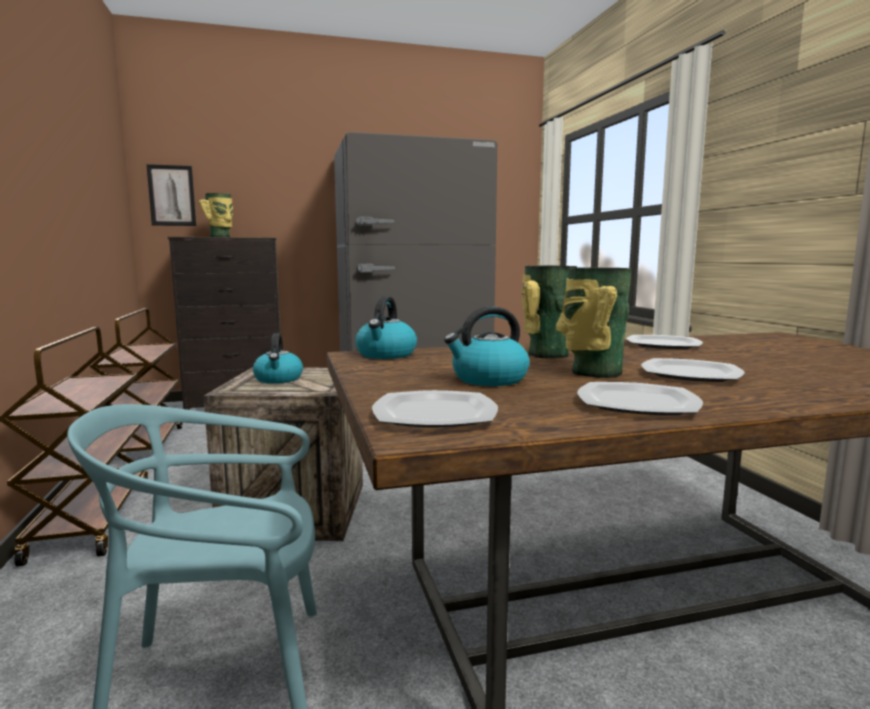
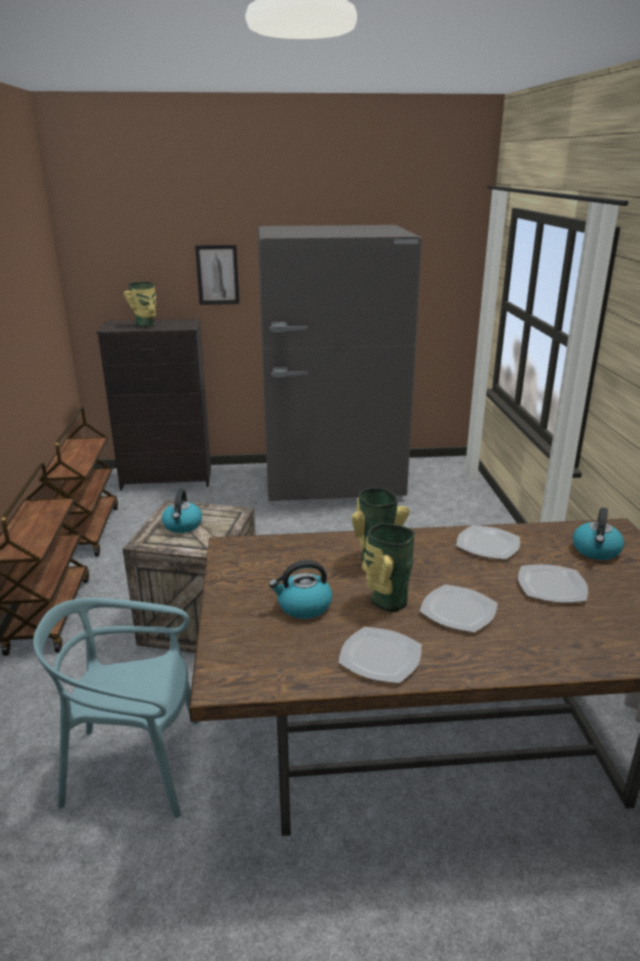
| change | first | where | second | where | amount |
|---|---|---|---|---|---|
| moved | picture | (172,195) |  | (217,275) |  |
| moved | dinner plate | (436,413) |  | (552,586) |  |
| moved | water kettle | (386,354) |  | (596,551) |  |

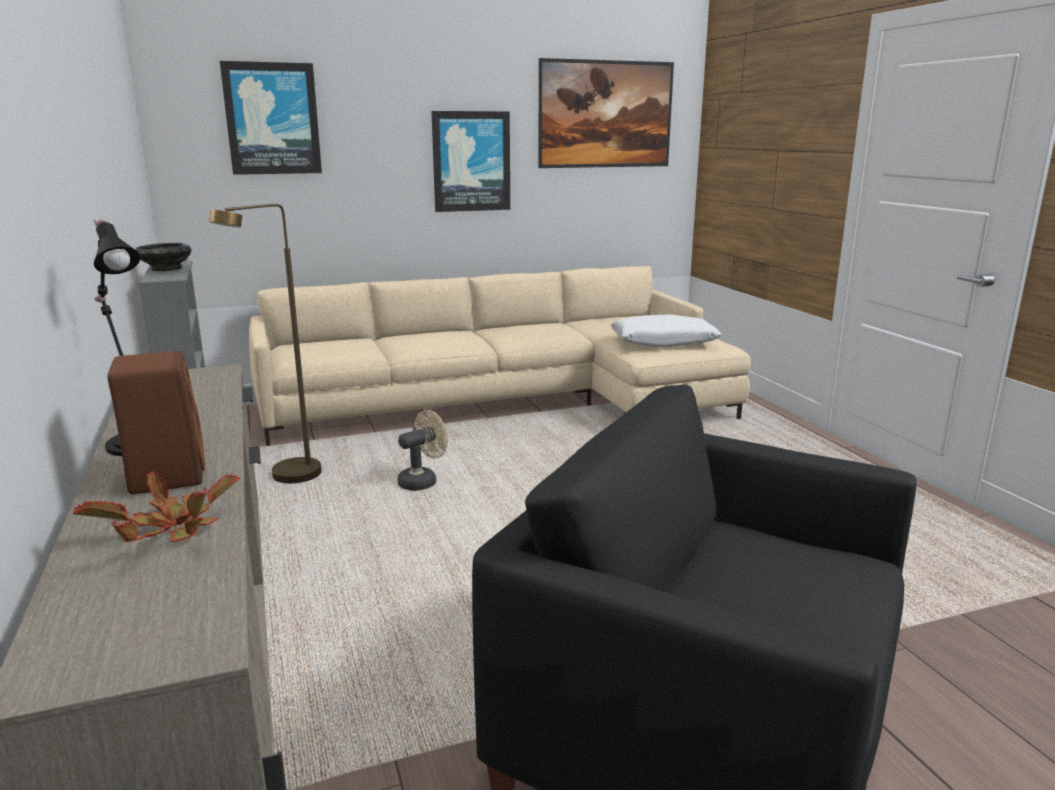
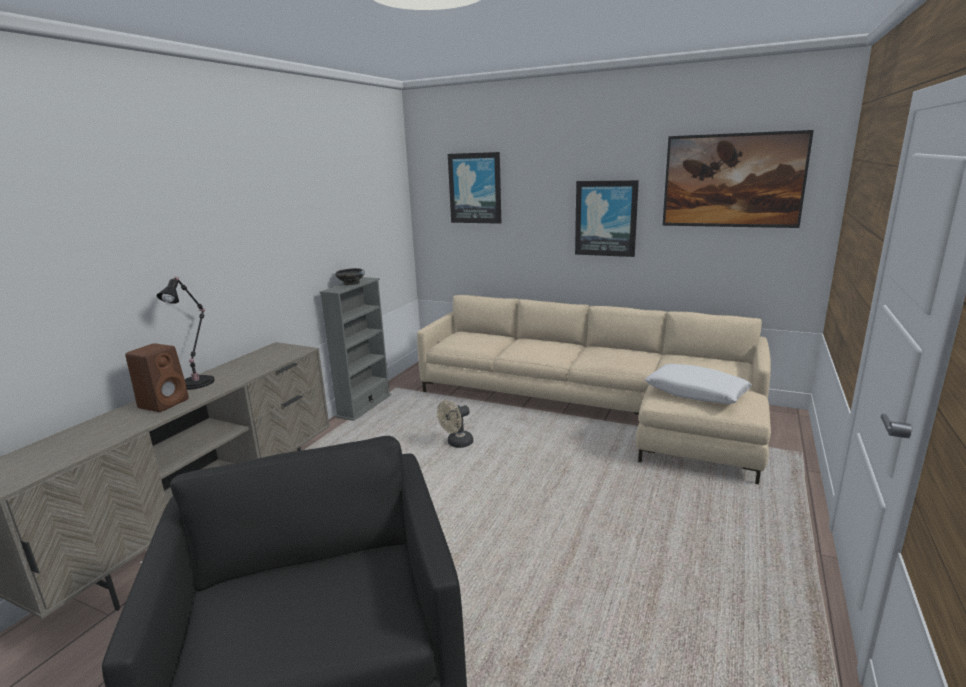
| change | first | where | second | where | amount |
|---|---|---|---|---|---|
| turned | beige cooling fan | (423,481) |  | (457,444) | 135 degrees clockwise |
| removed | plant in a pot | (171,530) |  |  |  |
| removed | brown floor lamp | (288,479) |  |  |  |

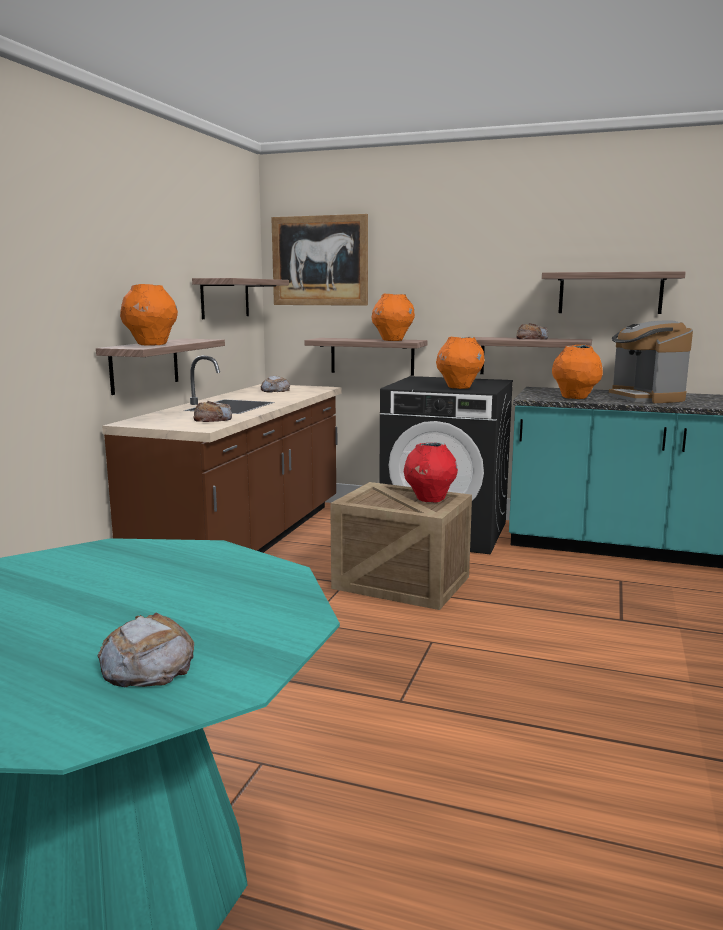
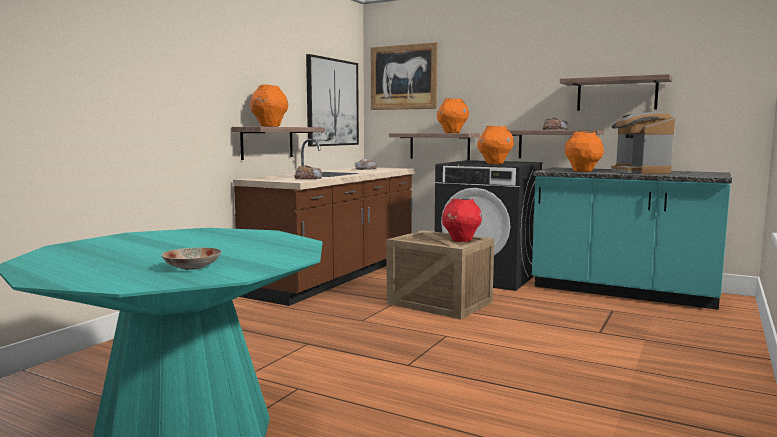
| change | first | where | second | where | amount |
|---|---|---|---|---|---|
| replaced | bread | (147,664) | dinner plate | (191,267) |  |
| replaced | shelf | (225,298) | picture | (332,102) |  |

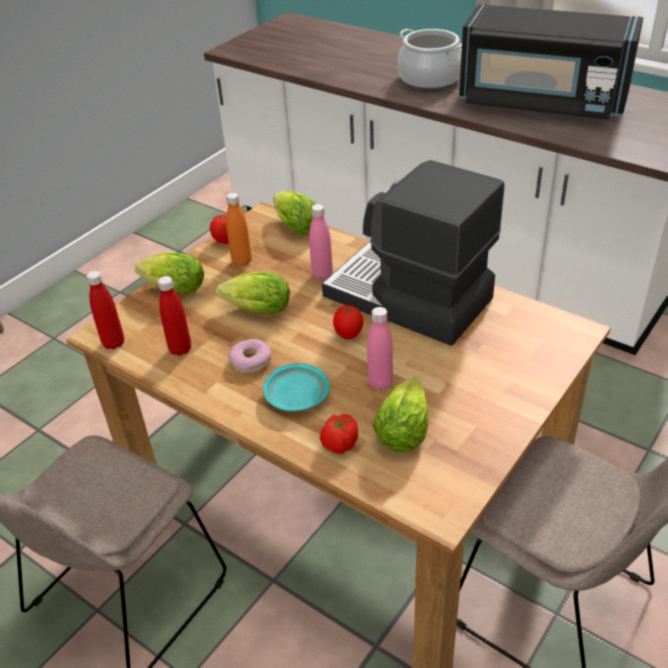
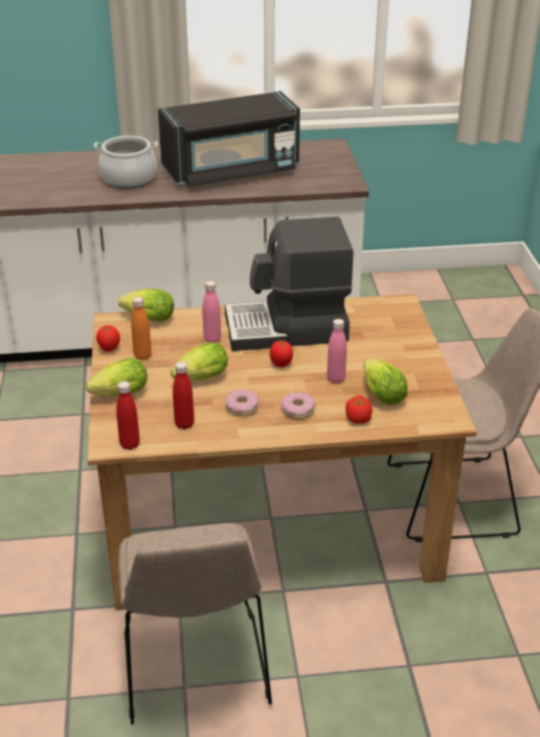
| change | first | where | second | where | amount |
|---|---|---|---|---|---|
| replaced | turquoise-coloured dinner plate | (296,396) | ring doughnut | (298,410) |  |

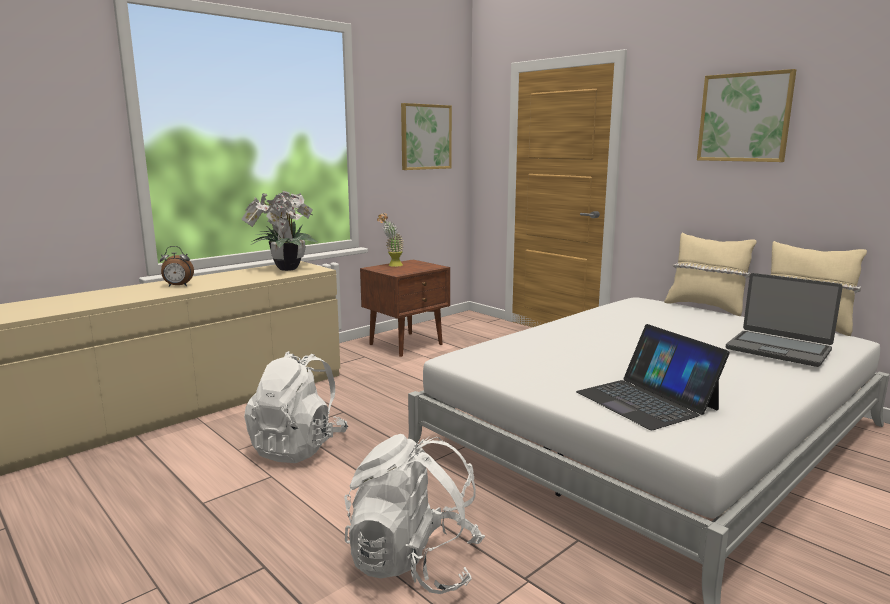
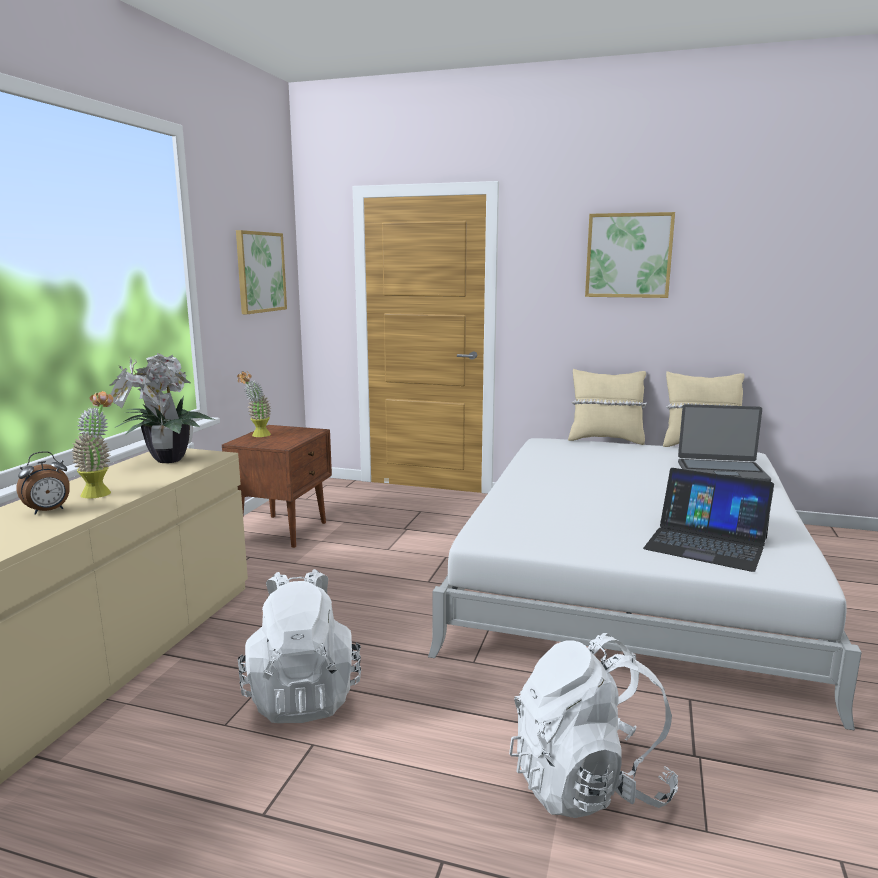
| change | first | where | second | where | amount |
|---|---|---|---|---|---|
| added |  |  | plant in a pot | (101,491) |  |

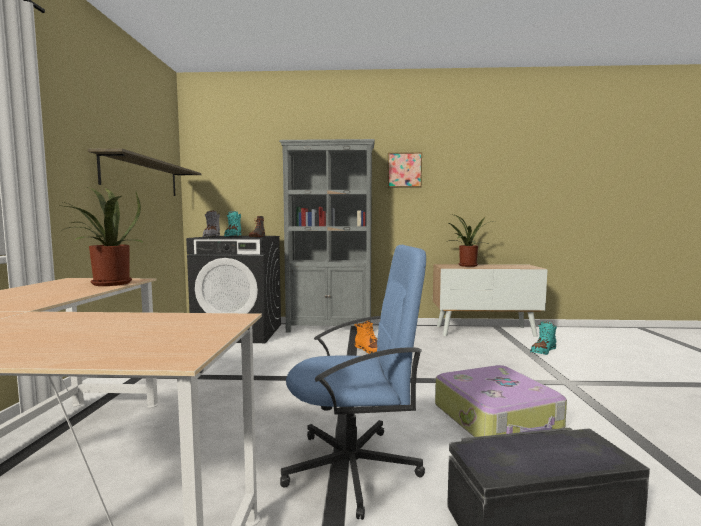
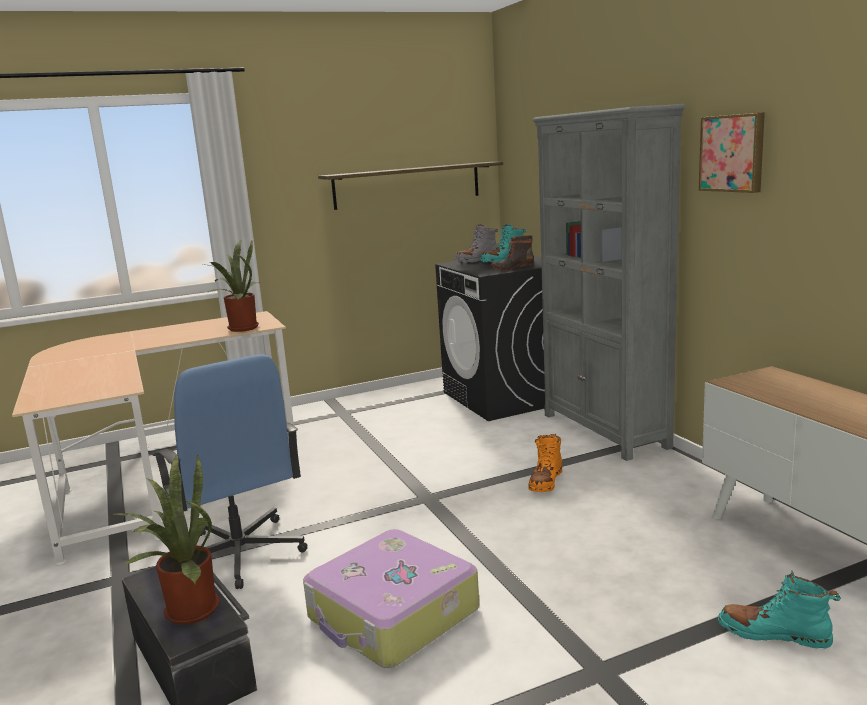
| change | first | where | second | where | amount |
|---|---|---|---|---|---|
| moved | plant in a pot | (467,266) |  | (186,610) |  |

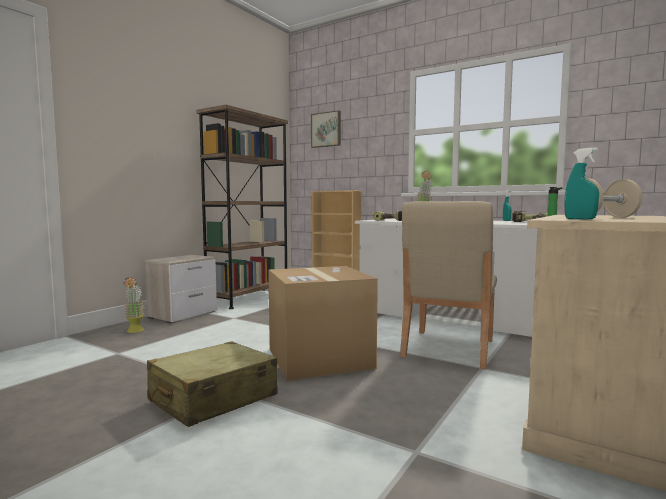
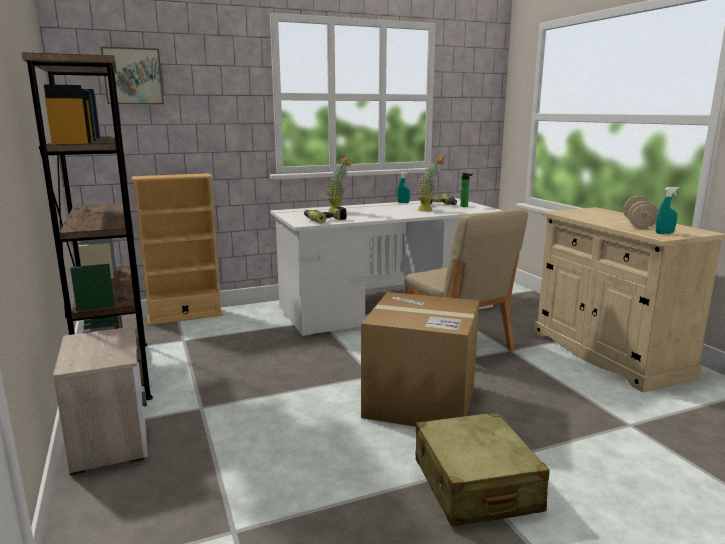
| change | first | where | second | where | amount |
|---|---|---|---|---|---|
| moved | plant in a pot | (135,331) |  | (429,210) |  |

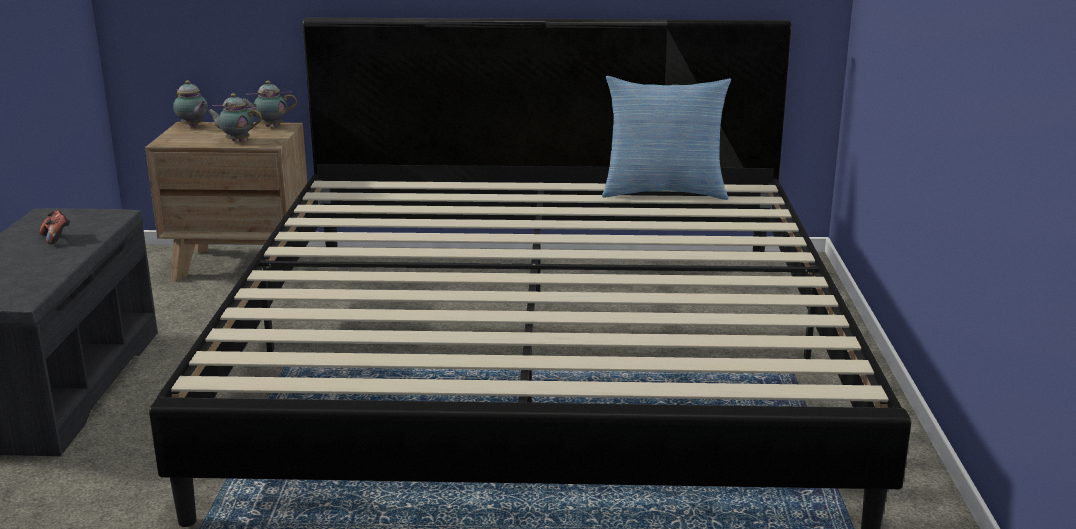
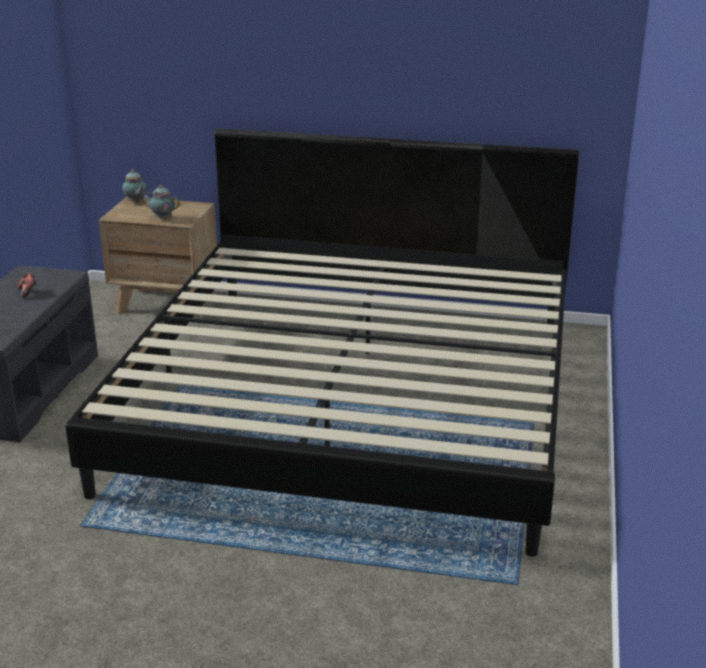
| change | first | where | second | where | amount |
|---|---|---|---|---|---|
| removed | tea pot | (270,126) |  |  |  |
| removed | cushion | (663,192) |  |  |  |

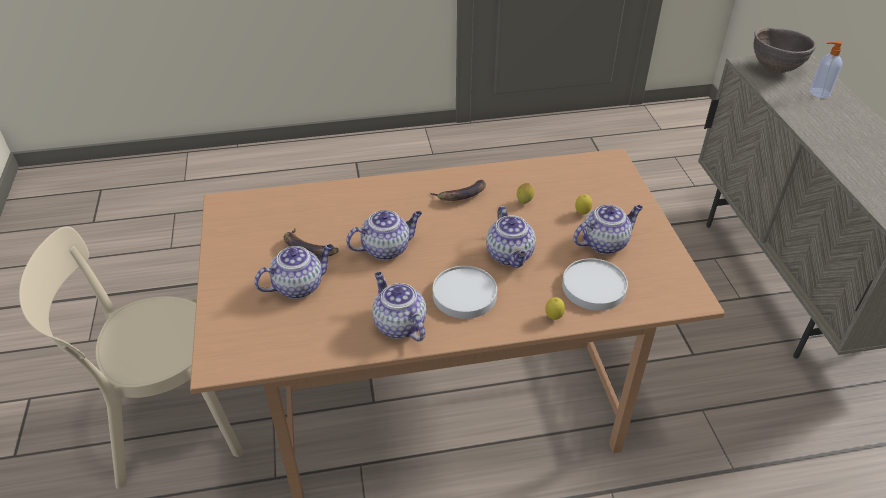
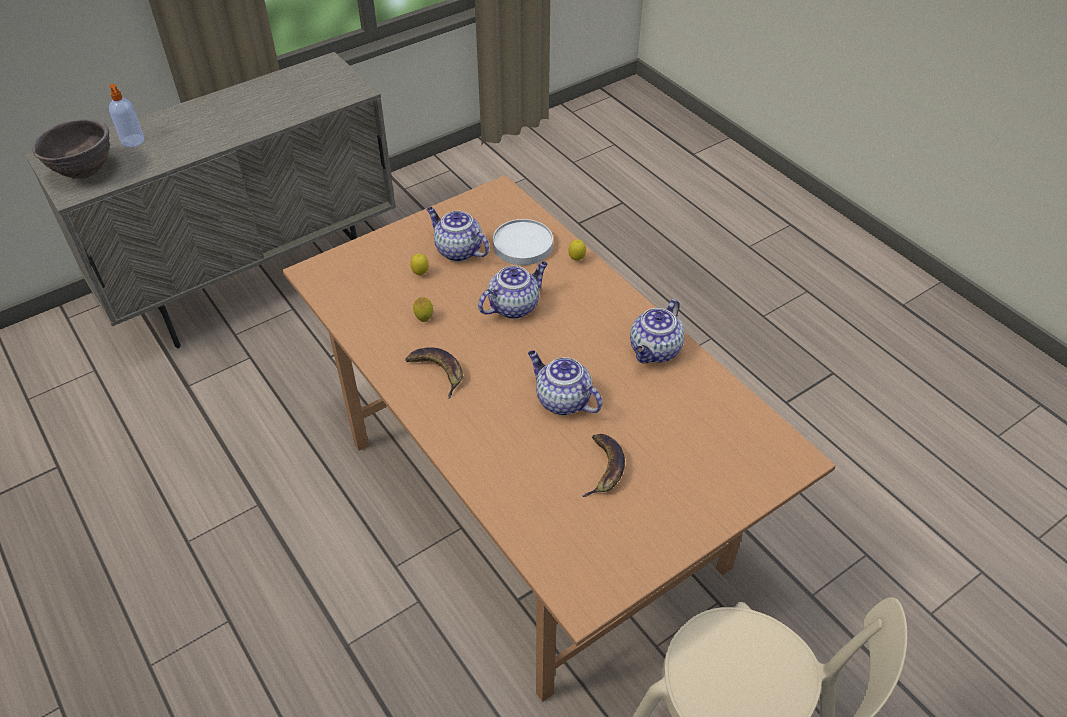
| change | first | where | second | where | amount |
|---|---|---|---|---|---|
| removed | tea pot | (299,285) |  |  |  |
| removed | whitish dinner plate | (464,295) |  |  |  |

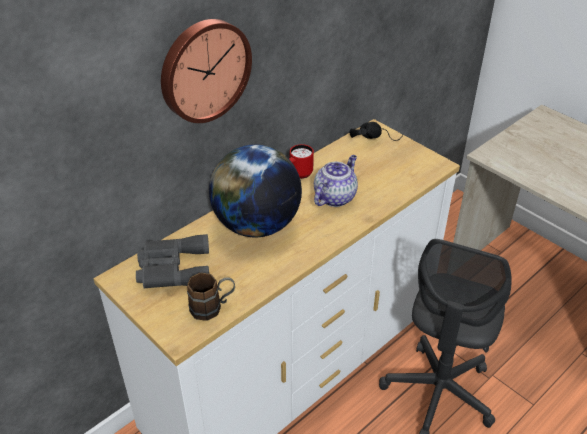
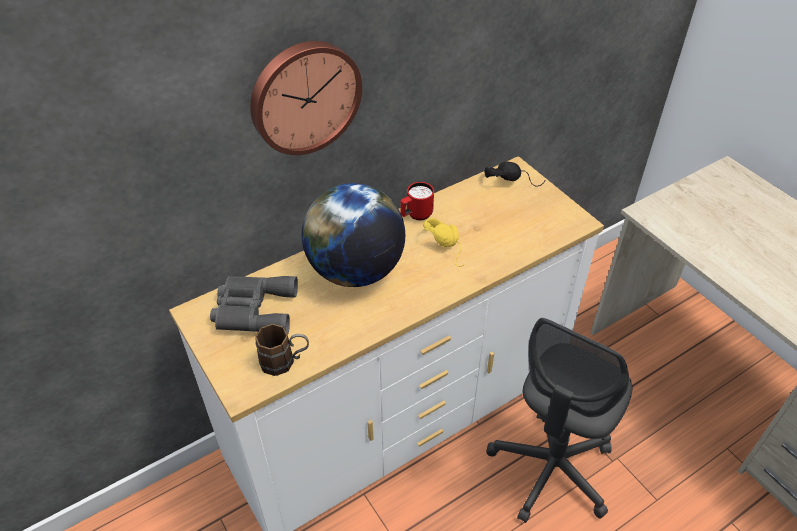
| change | first | where | second | where | amount |
|---|---|---|---|---|---|
| replaced | tea pot | (335,197) | yellow-coloured pair of headphones | (450,247) |  |

